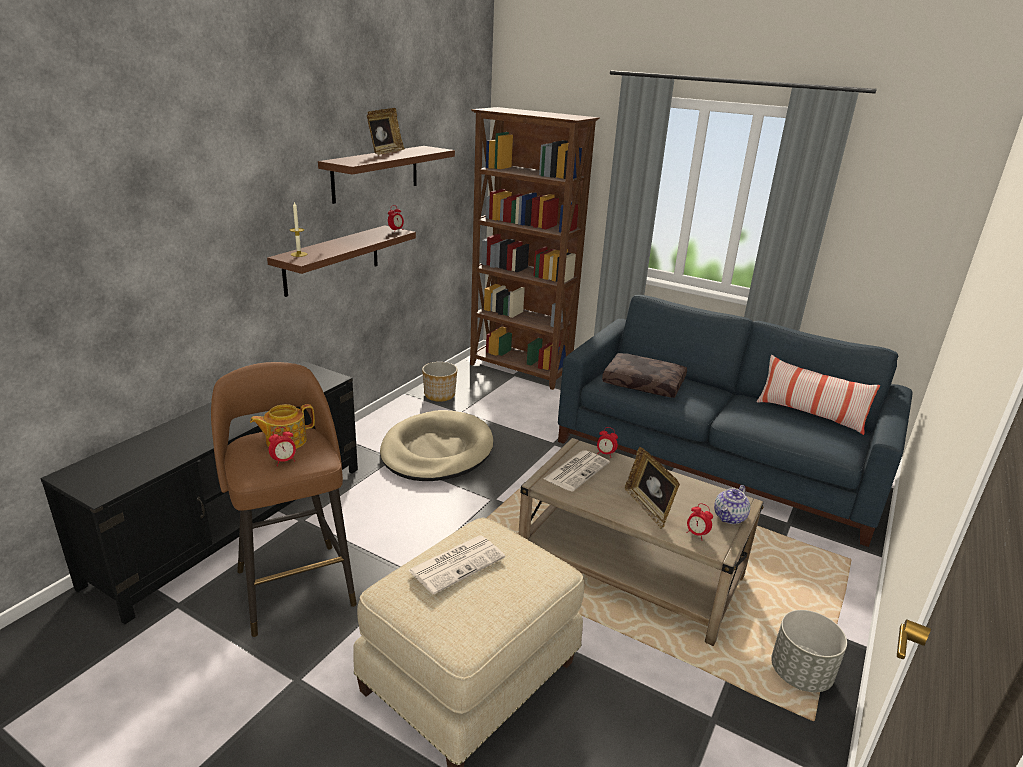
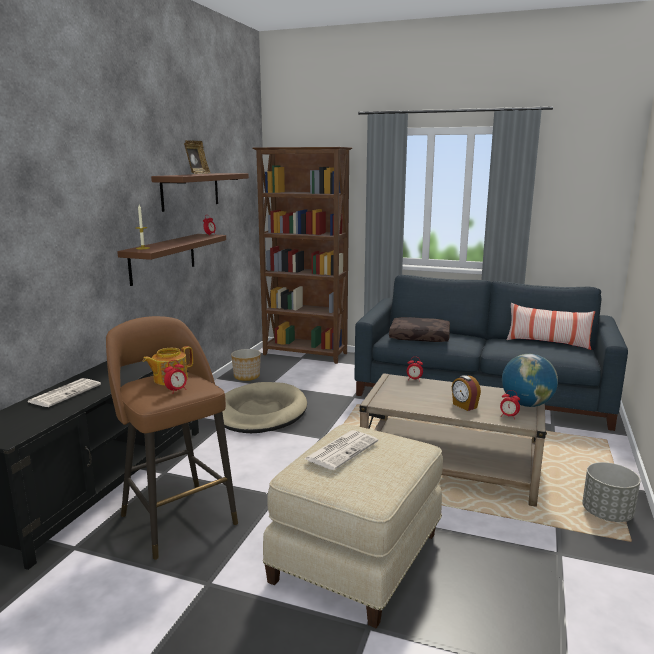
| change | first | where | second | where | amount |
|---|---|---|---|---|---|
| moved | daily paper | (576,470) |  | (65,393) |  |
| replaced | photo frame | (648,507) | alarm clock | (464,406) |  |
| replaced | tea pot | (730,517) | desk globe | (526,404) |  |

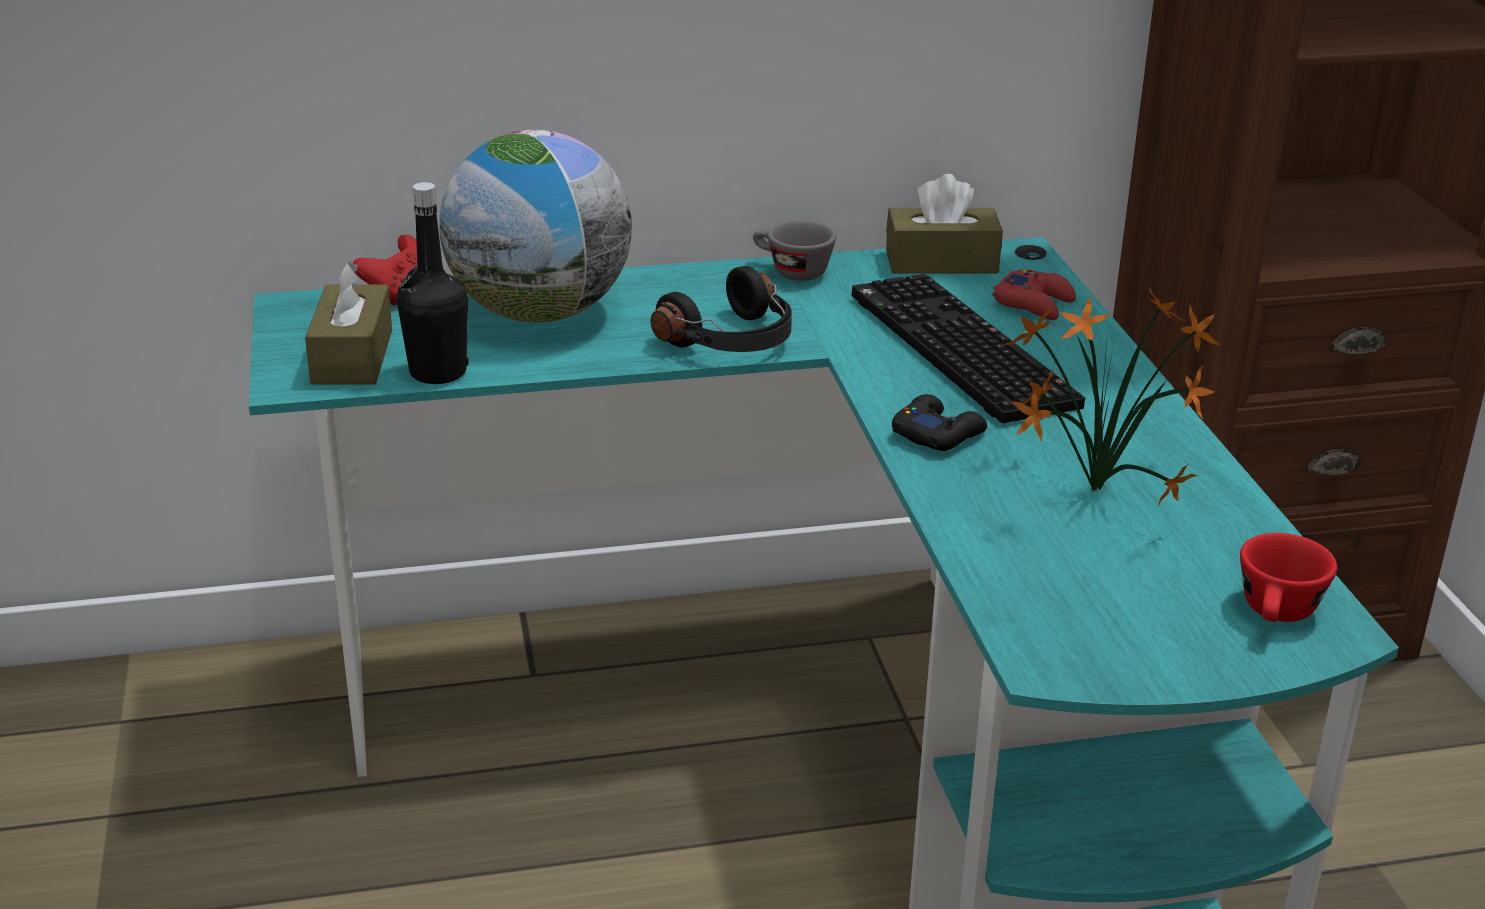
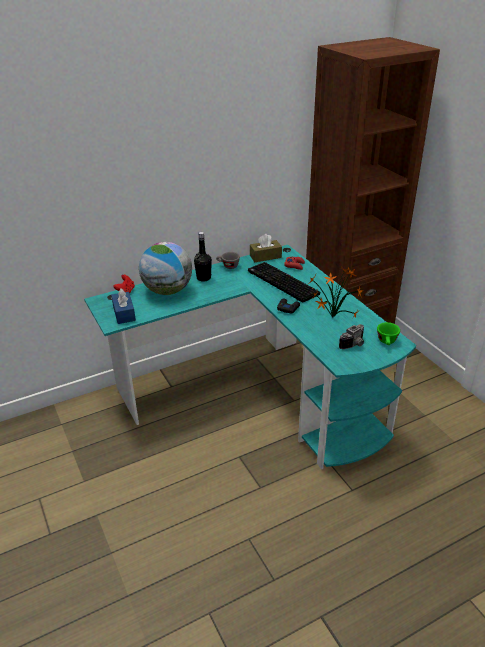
| change | first | where | second | where | amount |
|---|---|---|---|---|---|
| recoloured | brown tissue holder | (352,357) | blue tissue holder | (124,313) |  |
| moved | blackish beverage bottle | (438,372) |  | (203,278) |  |
| added |  |  | photo camera | (354,344) |  |
| recoloured | red drinking cup | (1277,615) | greenish drinking cup | (387,342) |  |
| removed | blackish pair of headphones | (733,341) |  |  |  |

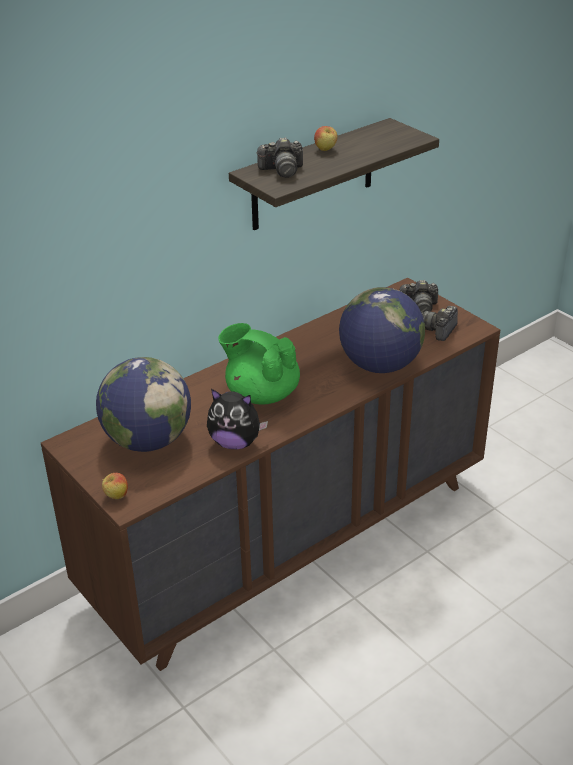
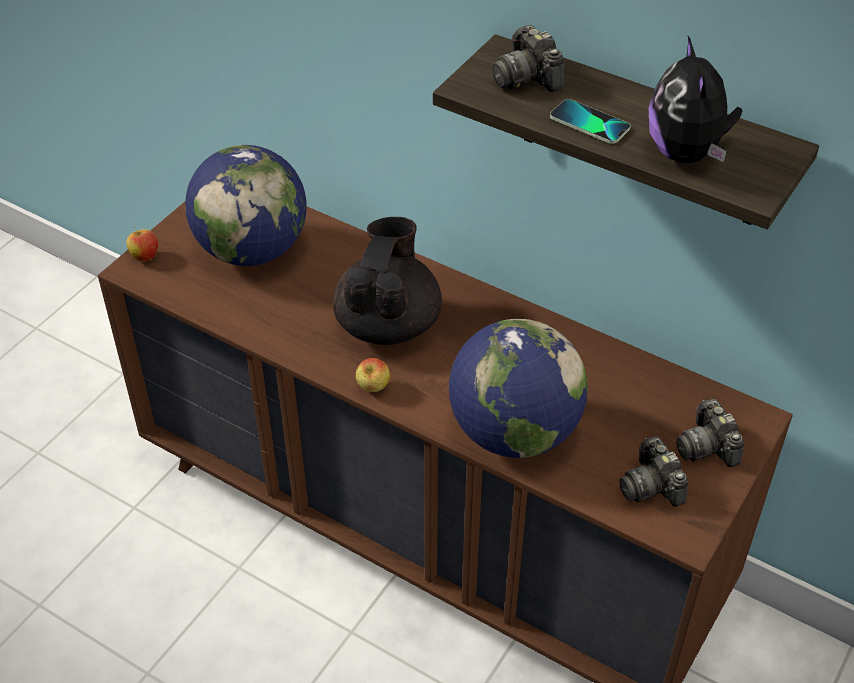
| change | first | where | second | where | amount |
|---|---|---|---|---|---|
| recoloured | greenish tea pot | (261,393) | blackish tea pot | (388,323) |  |
| moved | apple fruit | (325,150) |  | (373,388) |  |
| added |  |  | phone | (589,123) |  |
| turned | photo camera | (438,330) |  | (651,485) | 120 degrees counterclockwise |
| moved | soft toy | (235,442) |  | (686,153) |  |

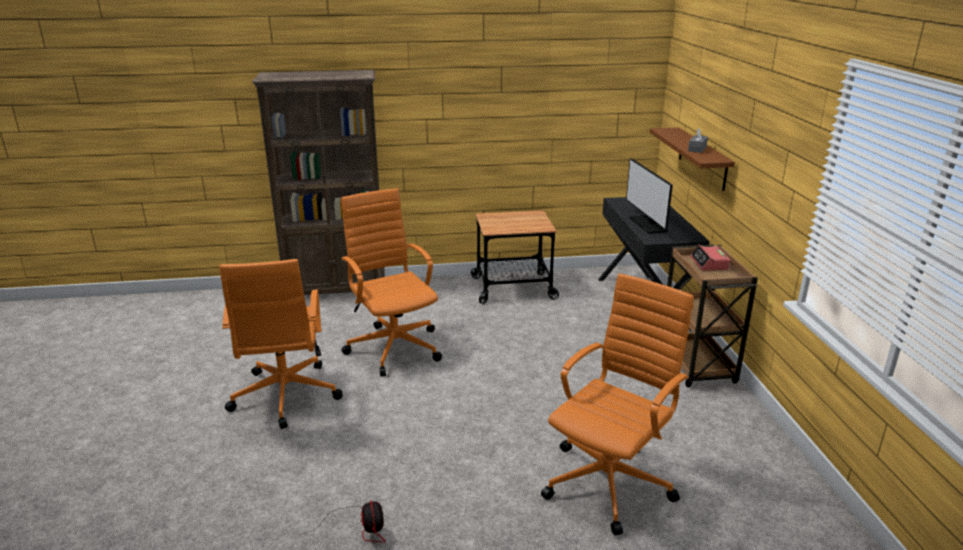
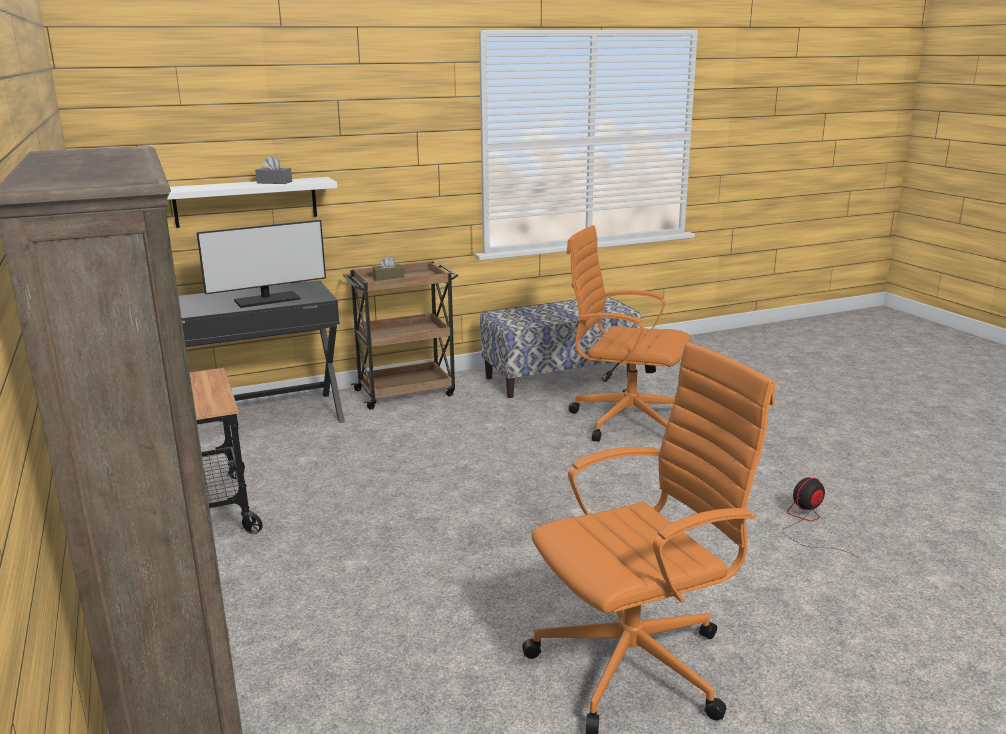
| change | first | where | second | where | amount |
|---|---|---|---|---|---|
| recoloured | brown shelf | (702,158) | whitish shelf | (246,202) |  |
| replaced | alarm clock | (709,263) | brown tissue holder | (388,279) |  |
| added |  |  | bench | (559,377) |  |
| removed | orange-coloured computer chair | (394,346) |  |  |  |

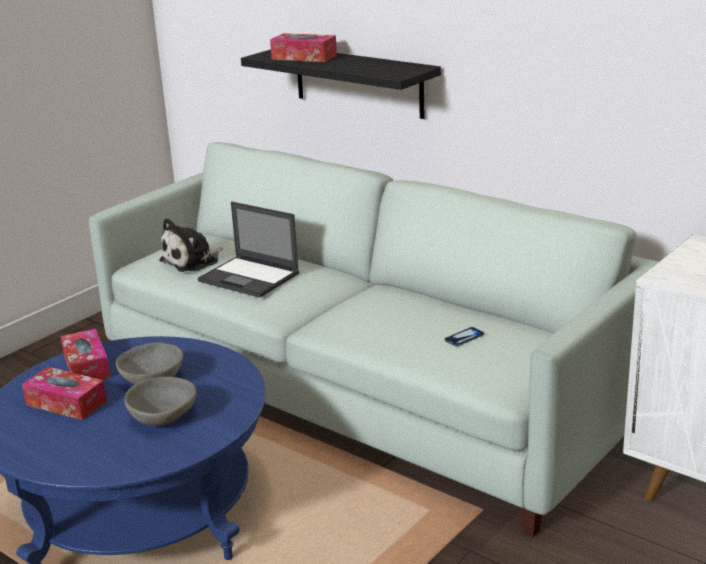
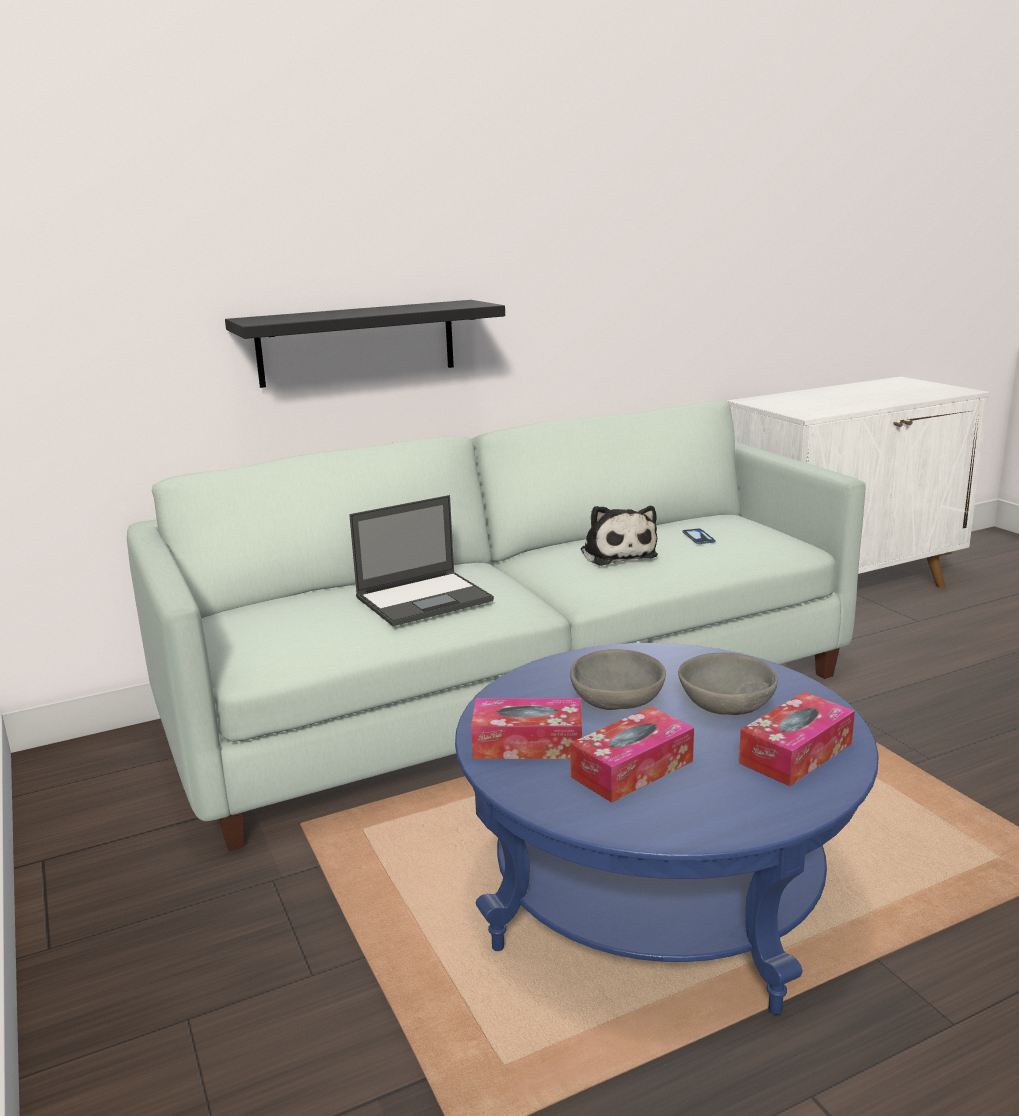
| change | first | where | second | where | amount |
|---|---|---|---|---|---|
| moved | soft toy | (192,261) |  | (617,553) |  |
| moved | tissue holder | (304,57) |  | (796,753) |  |

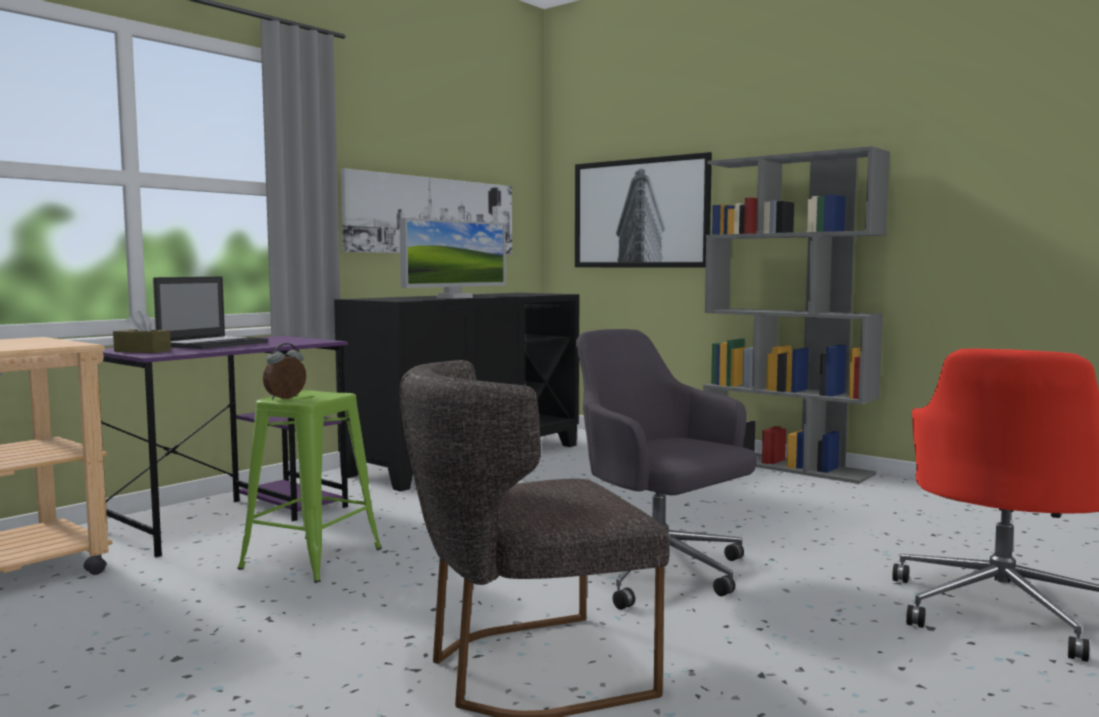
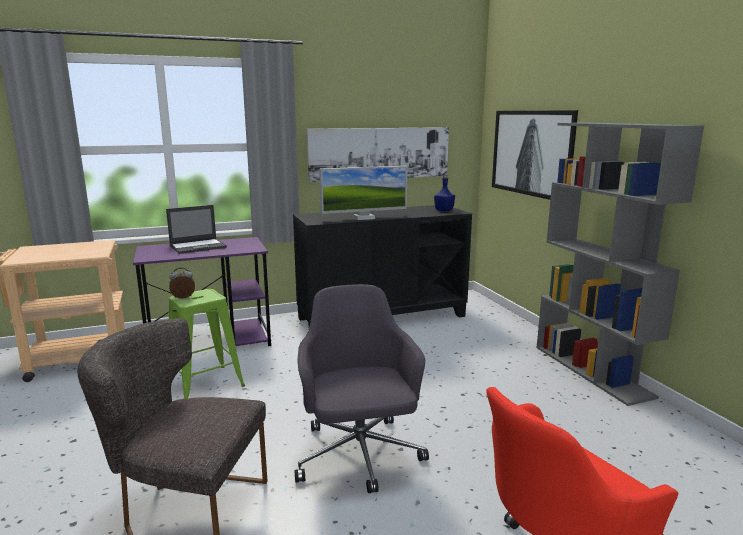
| change | first | where | second | where | amount |
|---|---|---|---|---|---|
| added |  |  | blue beverage bottle | (444,210) |  |
| removed | brown tissue holder | (142,351) |  |  |  |

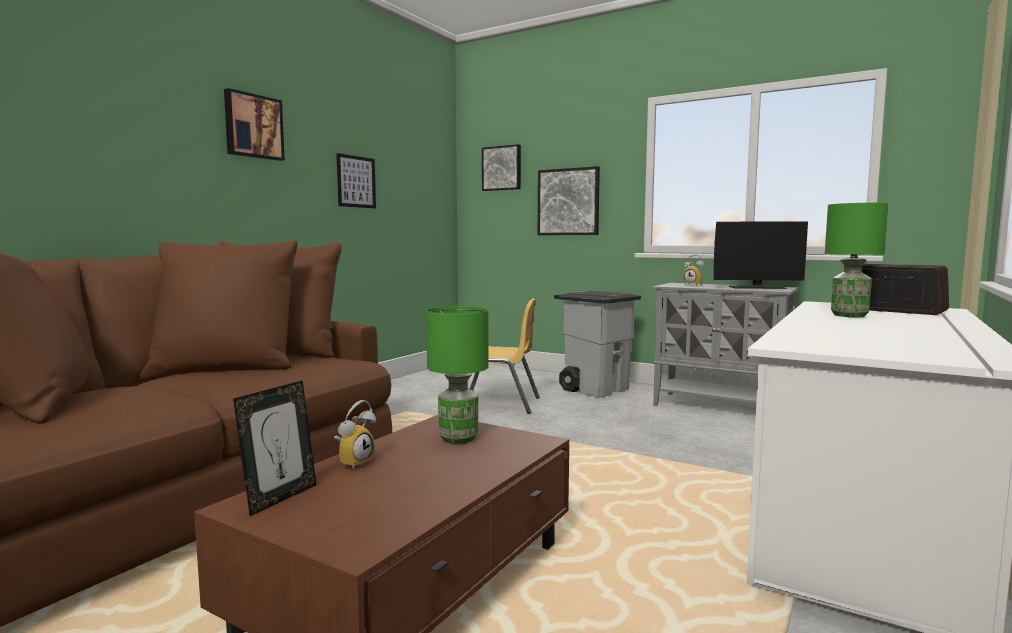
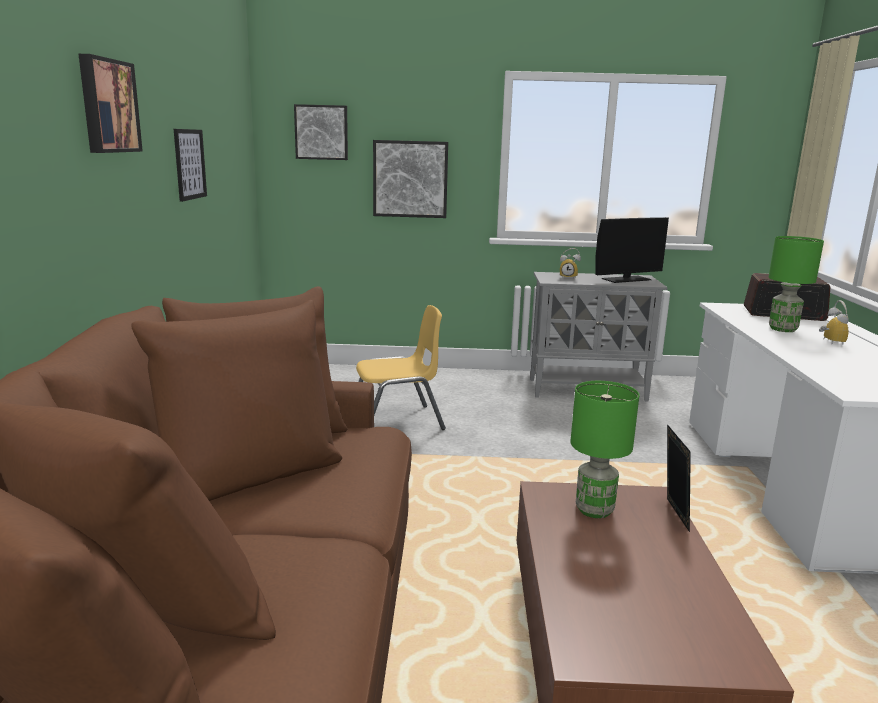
| change | first | where | second | where | amount |
|---|---|---|---|---|---|
| moved | photo frame | (280,498) |  | (672,514) |  |
| moved | alarm clock | (354,462) |  | (829,342) |  |
| removed | greyish rubbish bin | (595,389) |  |  |  |

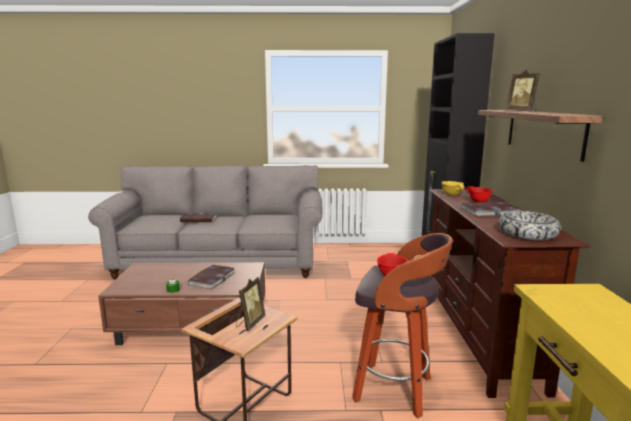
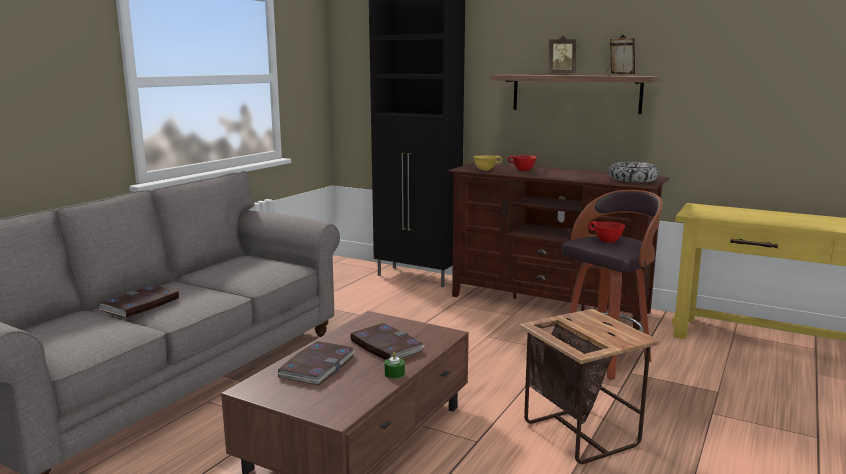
| change | first | where | second | where | amount |
|---|---|---|---|---|---|
| moved | book | (490,212) |  | (317,366) |  |
| moved | photo frame | (249,323) |  | (618,75) |  |

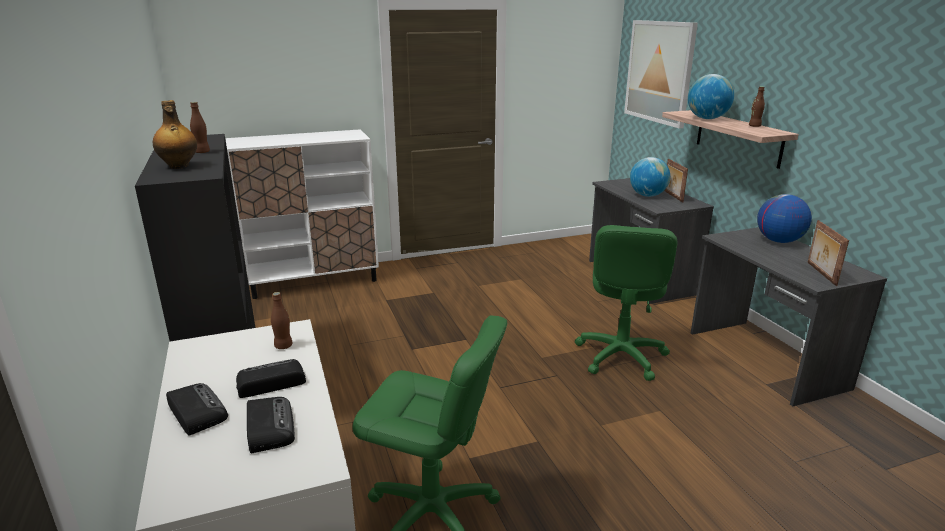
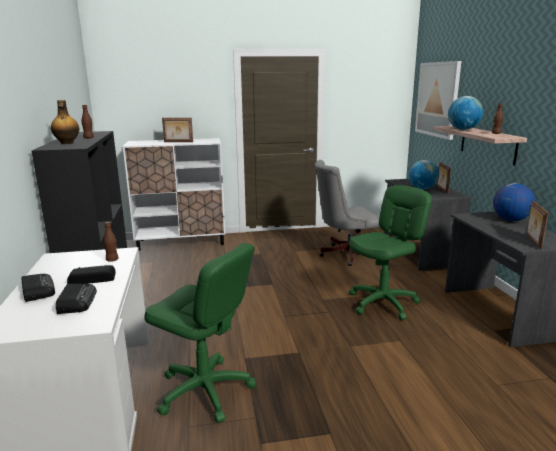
| change | first | where | second | where | amount |
|---|---|---|---|---|---|
| added |  |  | photo frame | (178,142) |  |
| added |  |  | greyish computer chair | (345,254) |  |
| turned | greenish computer chair | (620,356) |  | (383,303) | 150 degrees counterclockwise |

